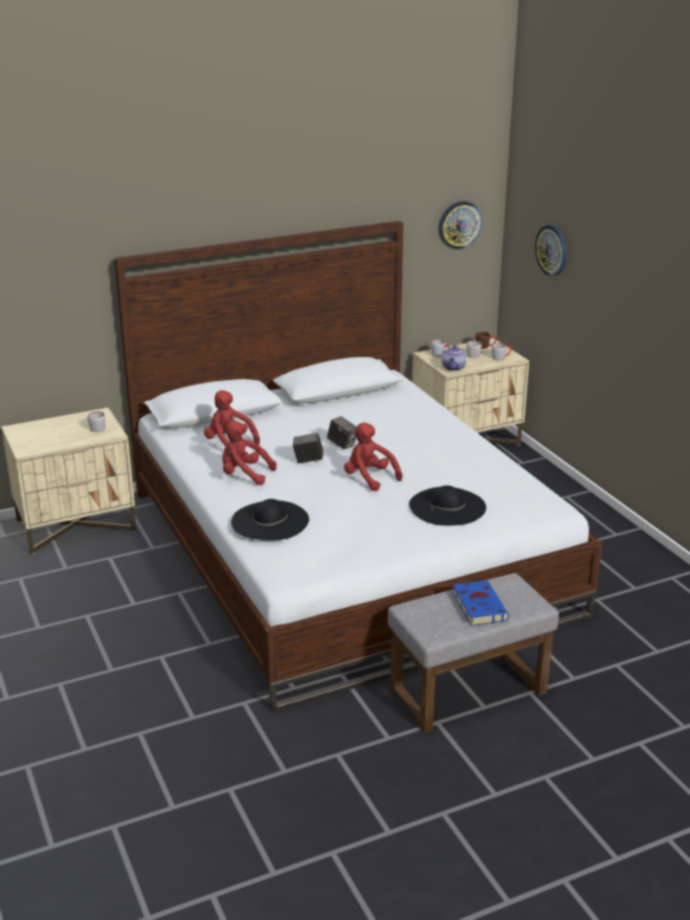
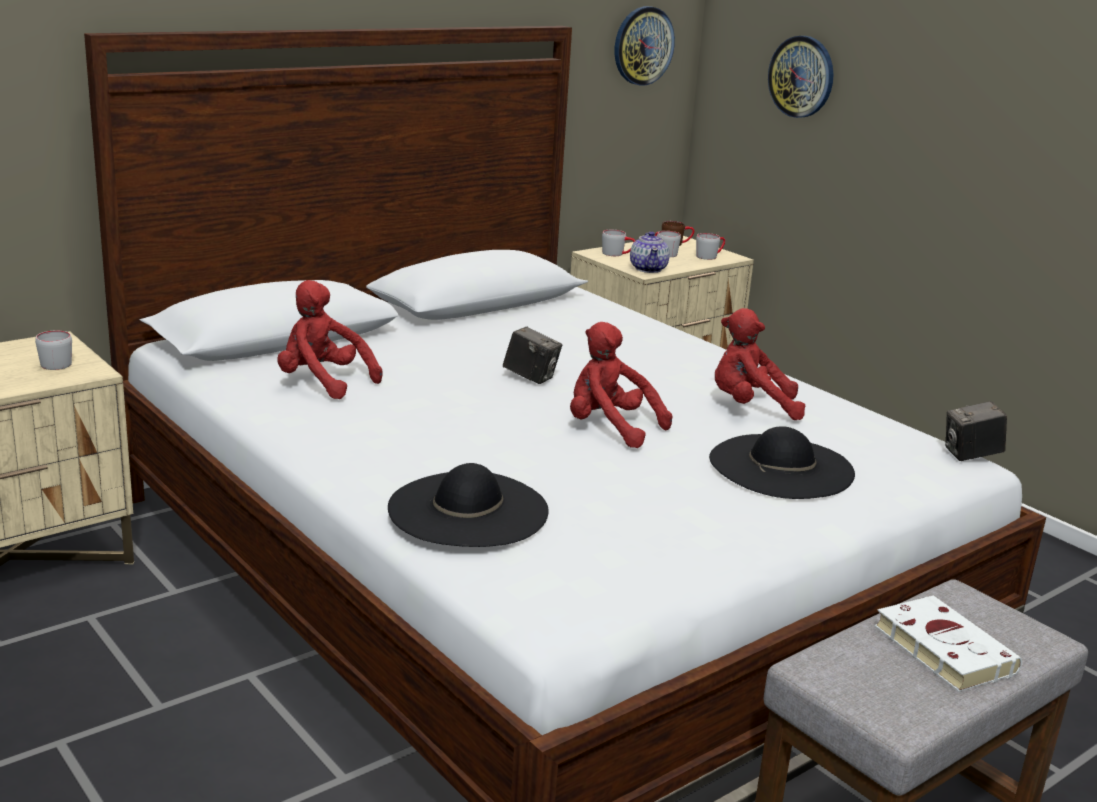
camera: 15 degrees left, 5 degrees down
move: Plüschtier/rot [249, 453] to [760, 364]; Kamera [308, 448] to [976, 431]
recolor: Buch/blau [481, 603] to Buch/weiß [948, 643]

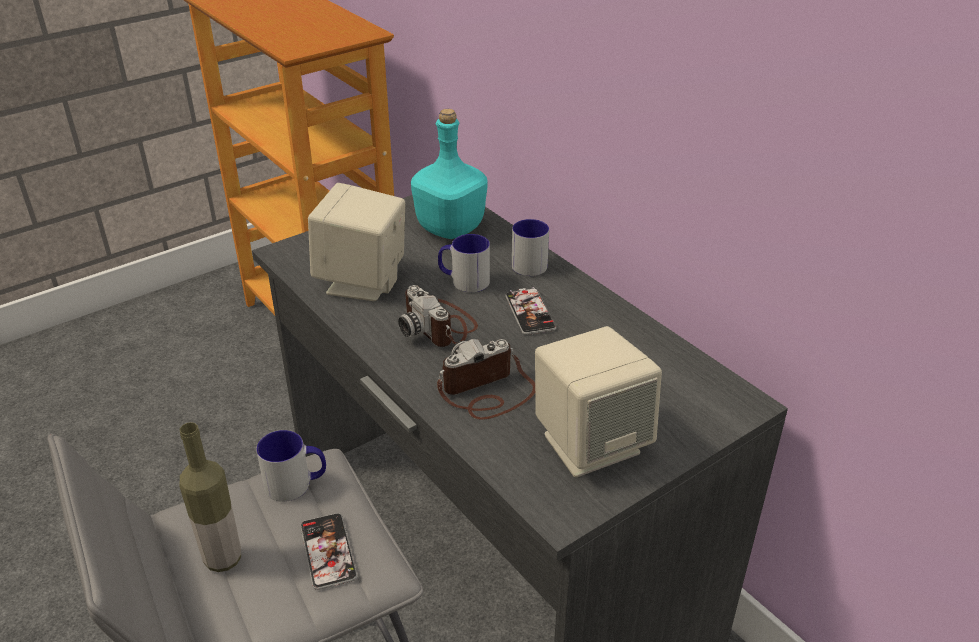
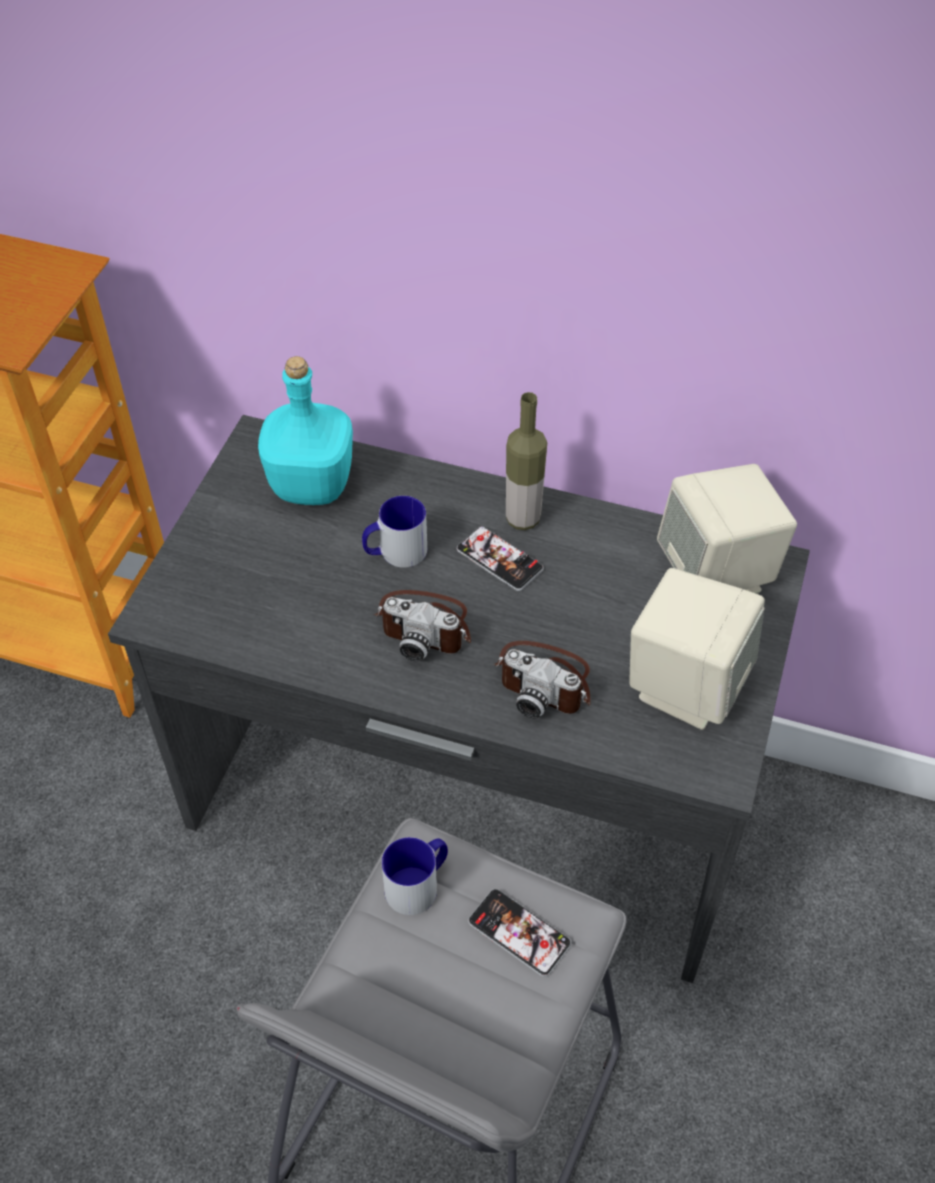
camera: 35 degrees left, 15 degrees up
delete: Henkelbecher [530, 247]
move: Flasche [210, 497] to [526, 461]; Lautsprecher/beige [356, 242] to [727, 529]
rotate: Kamera [486, 379] = [542, 679] 90 degrees counterclockwise

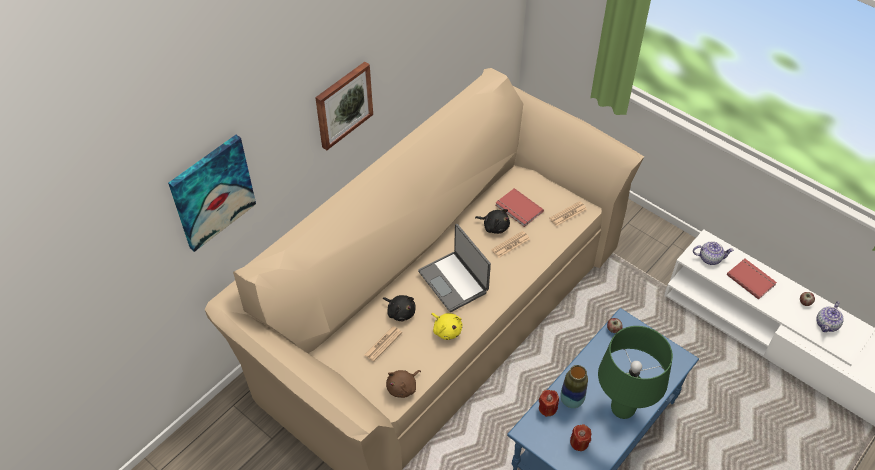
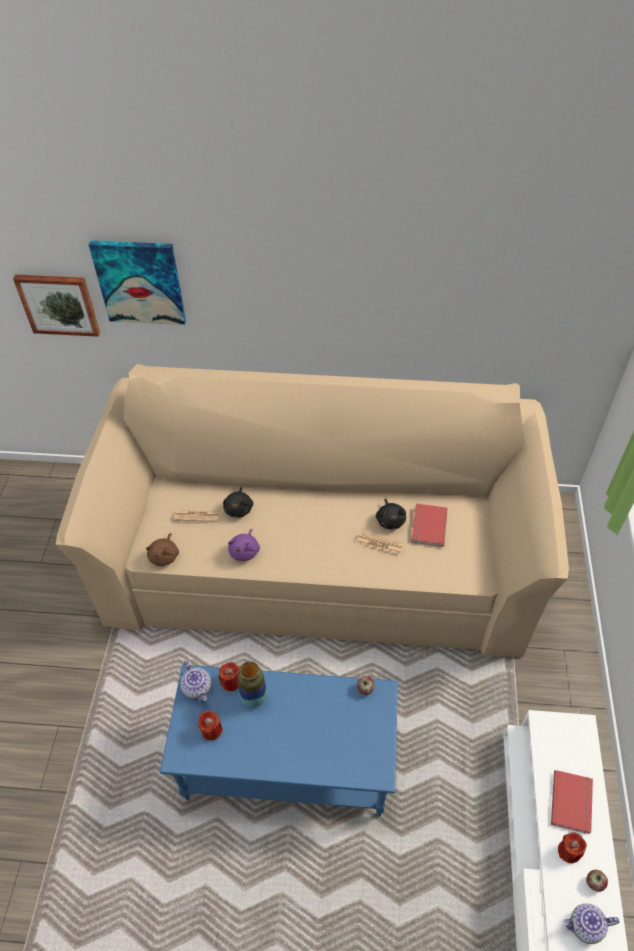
camera: 55 degrees right, 0 degrees up
delete: Laptop [454, 268]; Zeitung [568, 213]; Tischlampe/grün [635, 372]
insert: Kerze/rot [572, 847]
move: Bild [344, 106] to [56, 306]; Teekanne [713, 253] to [196, 681]
recolor: Plüschtier/gelb [446, 326] to Plüschtier/lila [244, 545]
rotate: Plüschtier/braun [403, 384] = [162, 549] 90 degrees counterclockwise

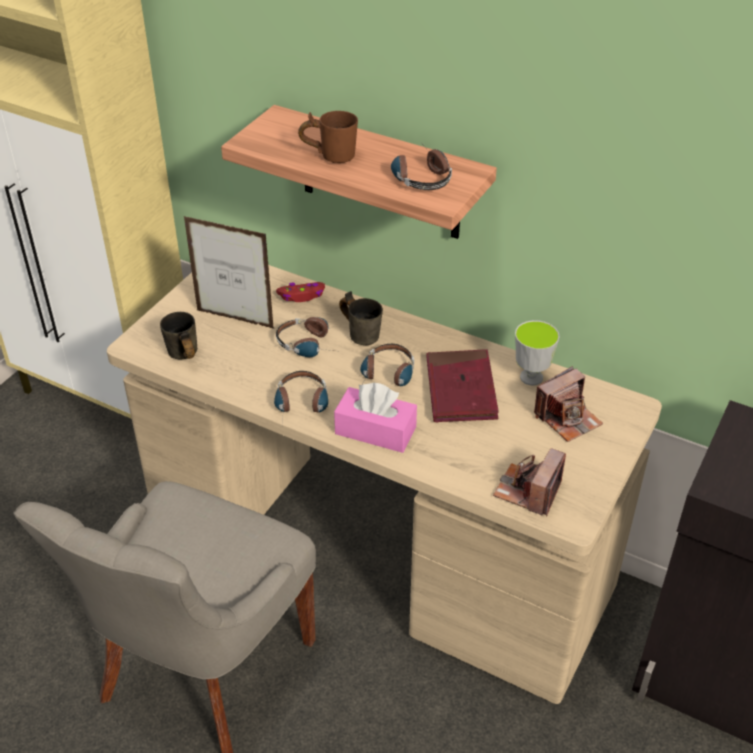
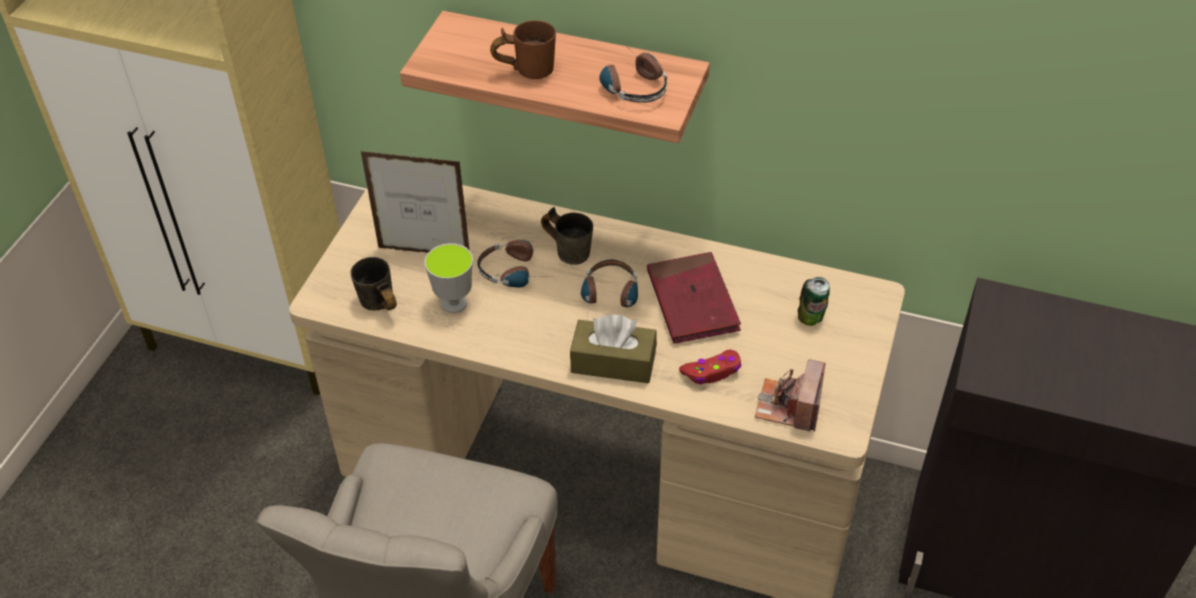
camera: 10 degrees left, 5 degrees up
delete: Kopfhörer [301, 398]
move: Gamepad/rot [300, 292] to [710, 367]; Tasse [537, 352] to [448, 278]
replace: Kamera [568, 404] to Dose [814, 301]
recolor: Taschentuchbox/rosa [375, 418] to Taschentuchbox/braun [613, 348]

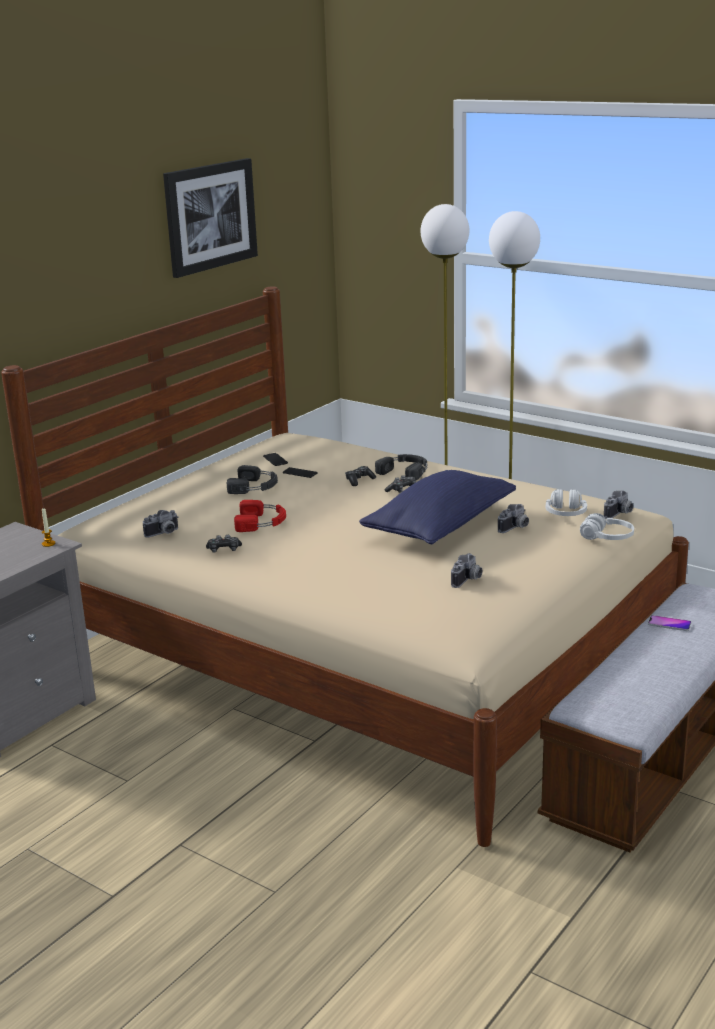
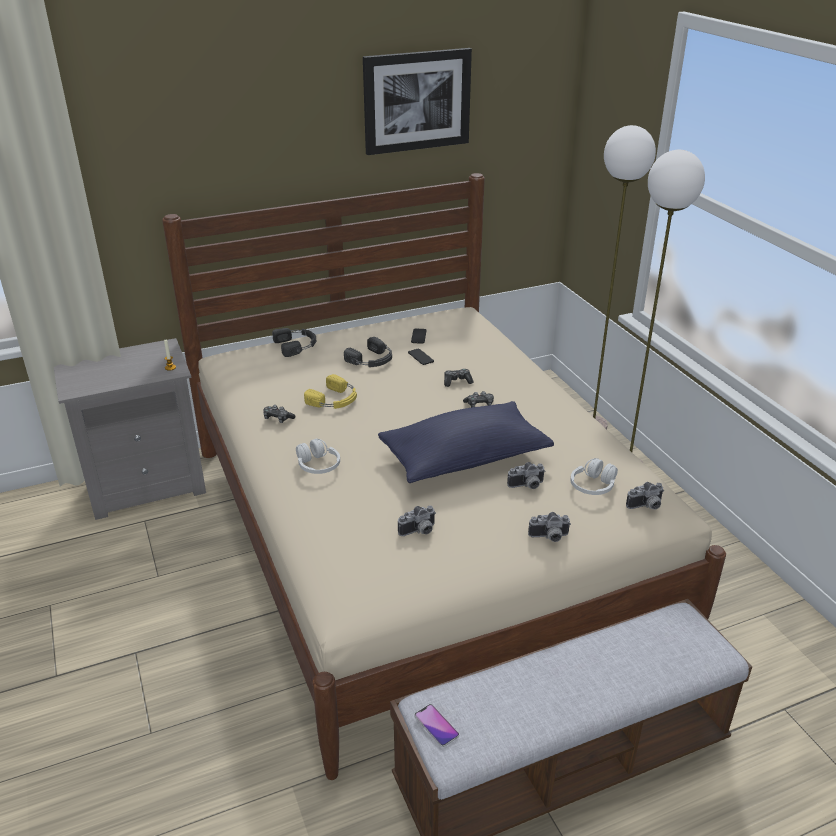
camera: 30 degrees right, 10 degrees up
move: Kamera [160, 524] to [549, 527]; Kopfhörer/schwarz [401, 467] to [294, 342]; Kopfhörer/weiß [607, 526] to [318, 456]; Handy [669, 623] to [436, 725]
recolor: Kopfhörer/rot [260, 516] to Kopfhörer/gelb [330, 391]

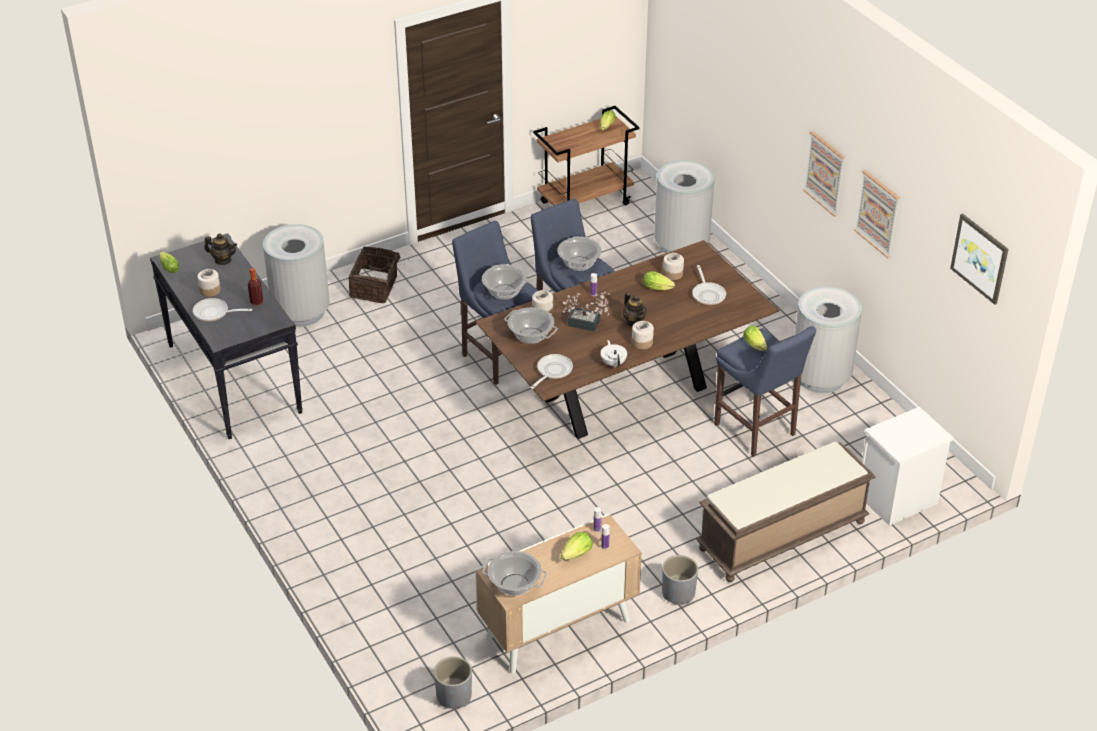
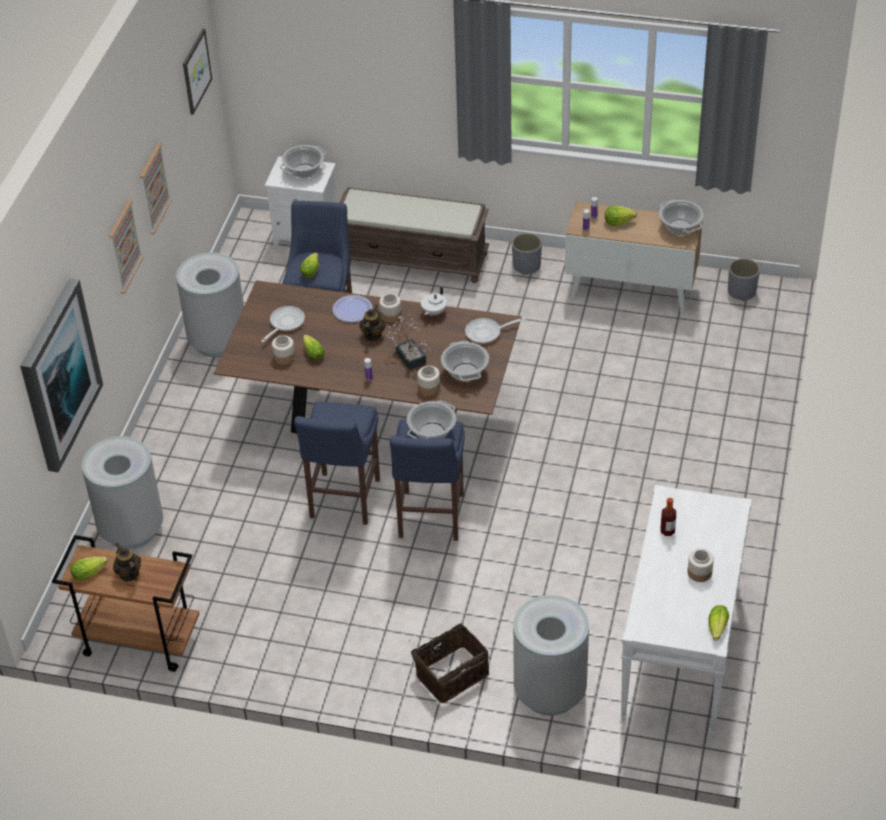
camera: 135 degrees left, 5 degrees up
delete: Pfanne [222, 310]
insert: Bild [61, 375]; Teller [352, 308]
move: Teekanne [220, 249] to [127, 562]; Kochtopf [579, 254] to [303, 161]
recolor: Konsolentisch/schwarz [226, 336] to Konsolentisch/weiß [686, 610]

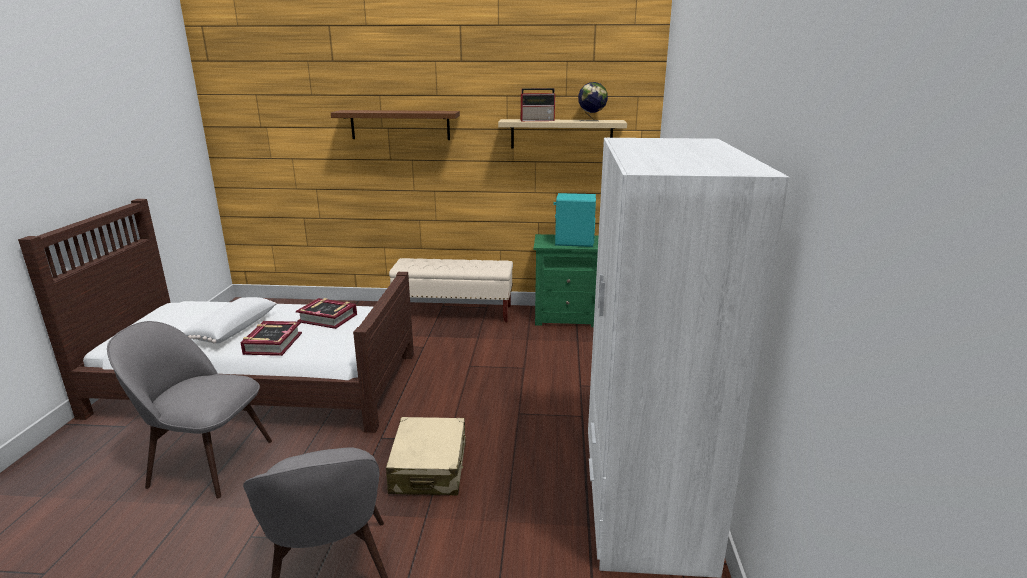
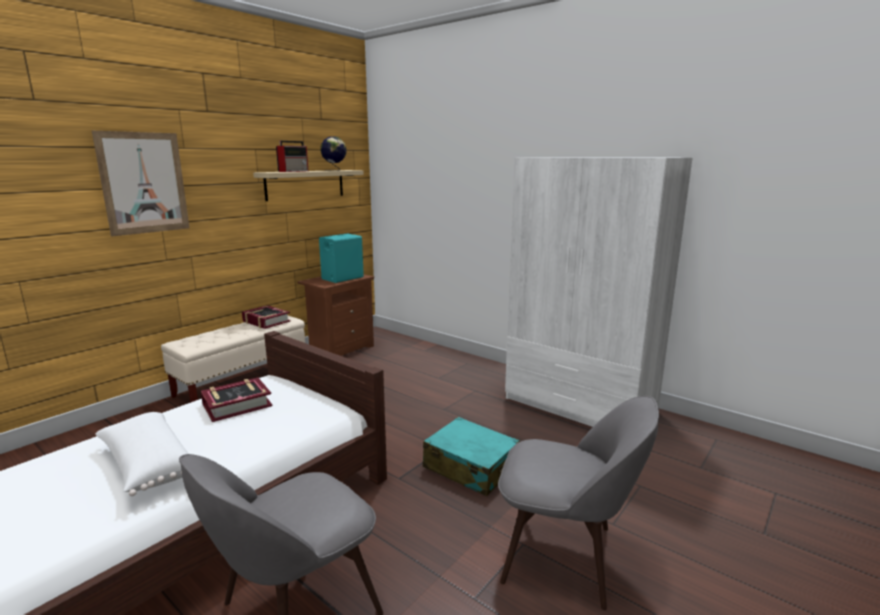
camera: 55 degrees left, 5 degrees down
move: Buch [271, 338] to [266, 317]
replace: Wandregal/braun [395, 125] to Bild [141, 183]
recolor: Koffer/beige [426, 456] to Koffer/türkis [471, 456]; Nachttisch/grün [566, 280] to Nachttisch/braun [335, 315]

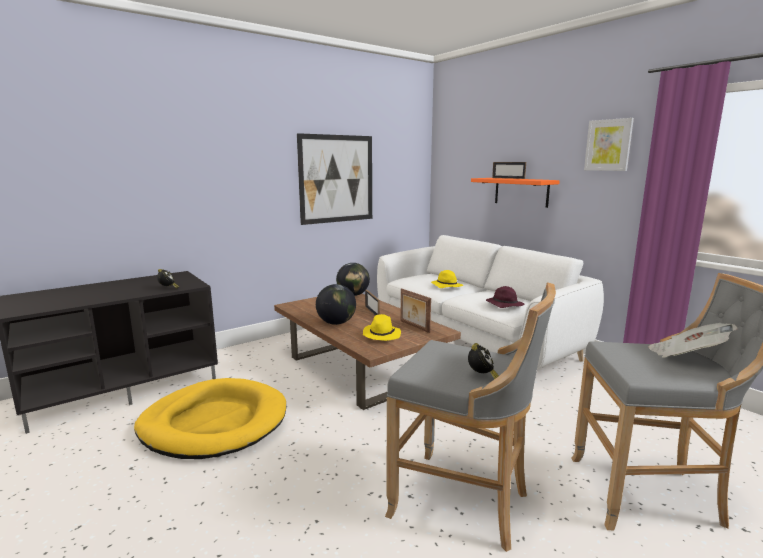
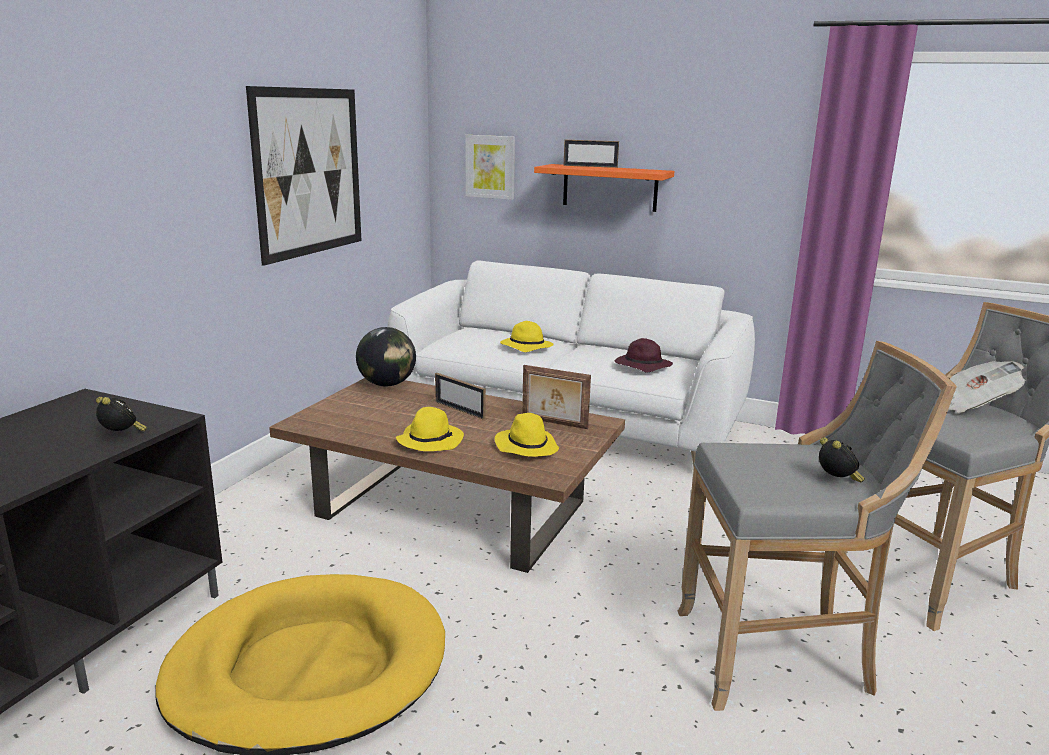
camera: 30 degrees left, 5 degrees up
move: Bild [609, 144] to [490, 167]
replace: Globus [336, 304] to Hut/gelb [430, 429]

